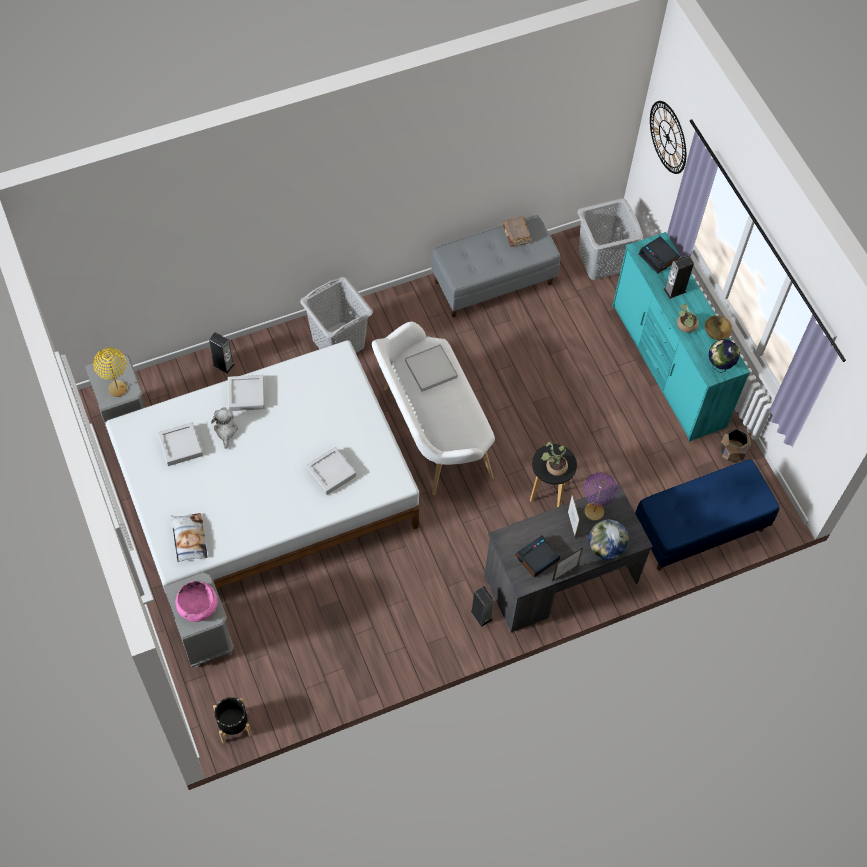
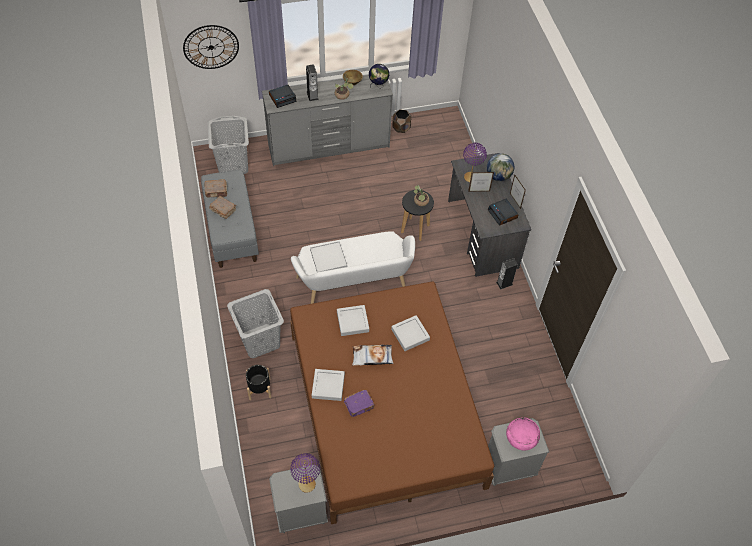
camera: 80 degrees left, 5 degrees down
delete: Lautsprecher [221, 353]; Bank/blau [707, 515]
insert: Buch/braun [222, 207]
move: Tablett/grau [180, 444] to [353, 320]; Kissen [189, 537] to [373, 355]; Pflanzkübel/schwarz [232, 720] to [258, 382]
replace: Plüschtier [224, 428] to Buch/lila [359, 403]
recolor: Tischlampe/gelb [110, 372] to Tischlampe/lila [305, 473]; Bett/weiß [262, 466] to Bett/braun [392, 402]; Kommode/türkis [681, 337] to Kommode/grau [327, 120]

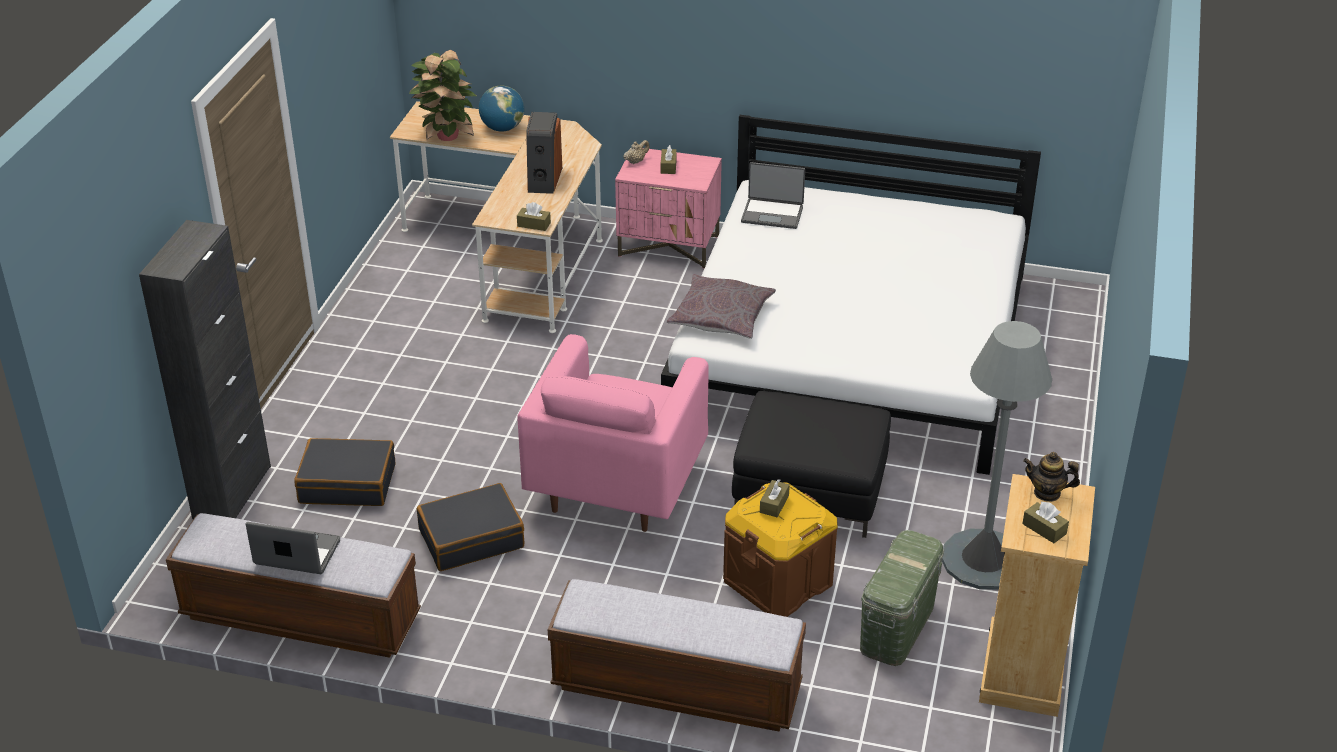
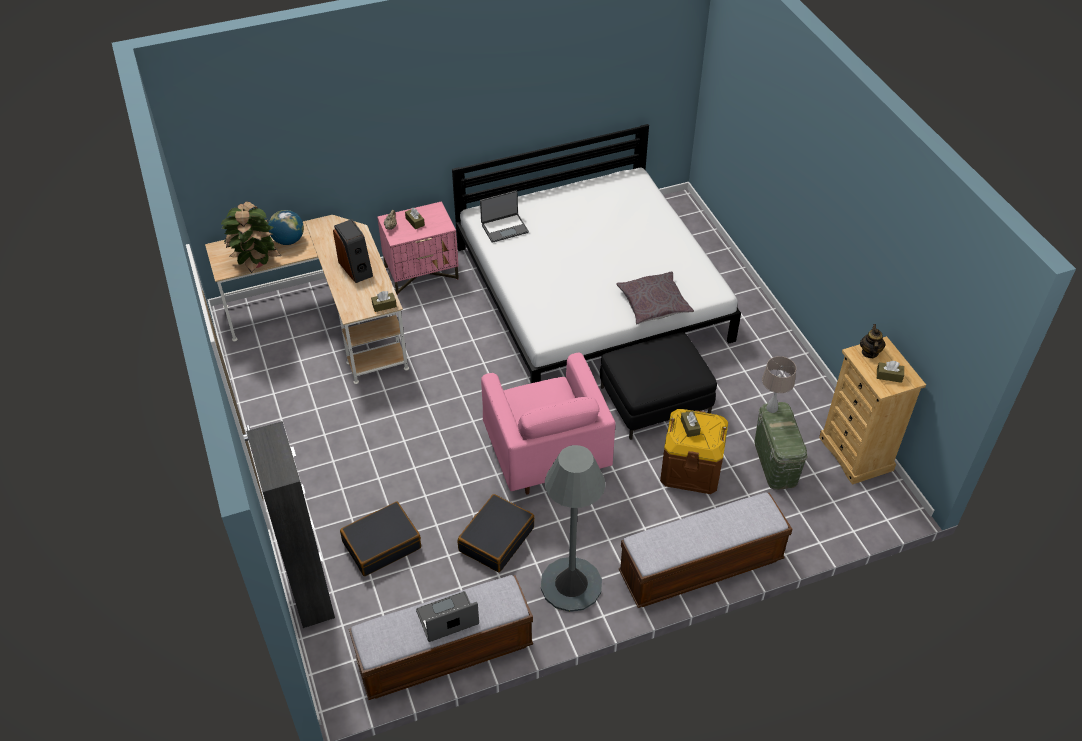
camera: 35 degrees left, 10 degrees up
insert: Tischlampe/beige [779, 384]
move: Kissen/grau [721, 306] to [655, 297]; Stehlampe/grau [997, 455] to [573, 528]
rotate: Teekanne [1051, 477] = [873, 341] 120 degrees clockwise

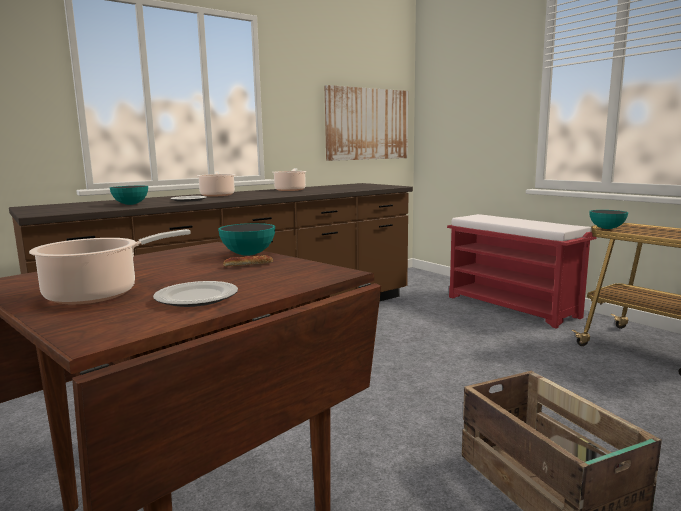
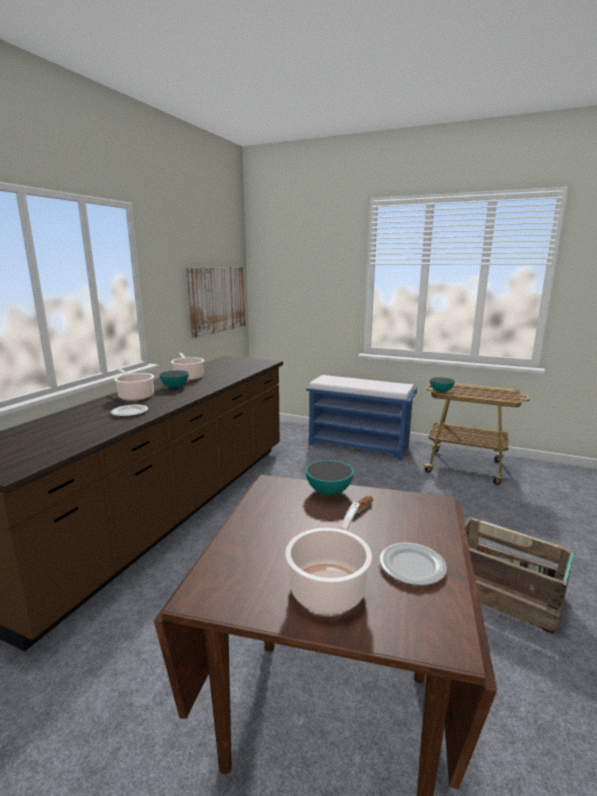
camera: 30 degrees left, 5 degrees up
move: Schüssel [129, 195] to [174, 379]
recolor: Bank/rot [522, 271] to Bank/blau [361, 417]

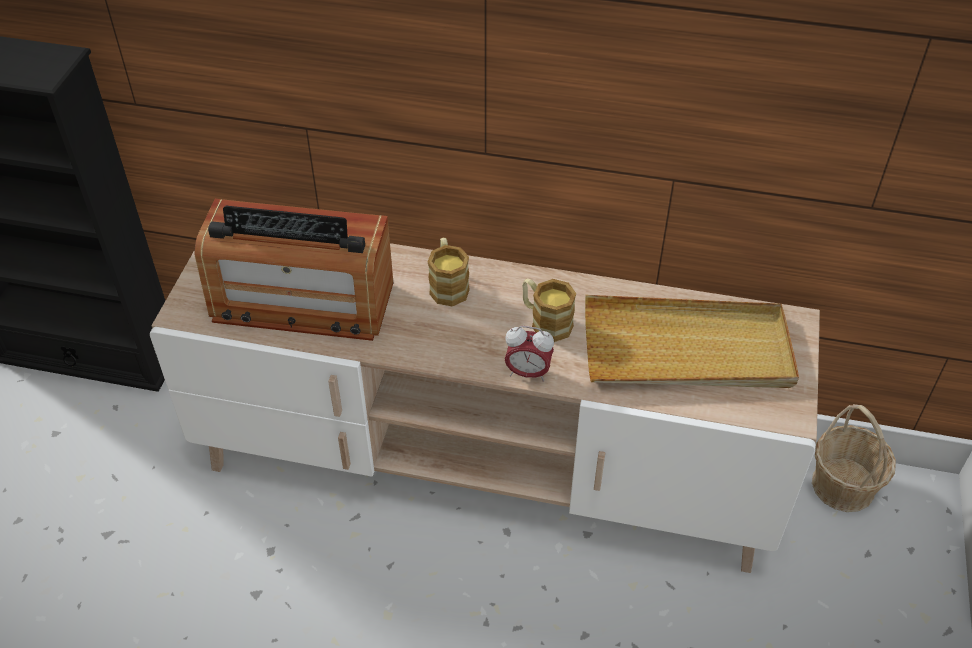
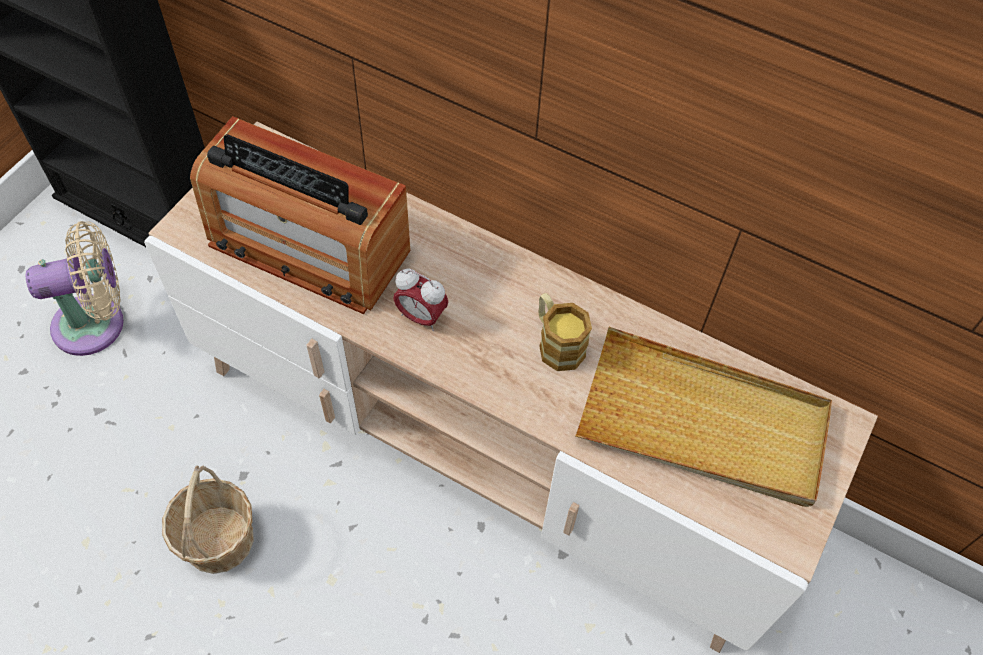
camera: 15 degrees right, 10 degrees up
delete: Henkelbecher [449, 272]
insert: Ventilator/beige [74, 288]
move: Wecker [529, 354] to [420, 299]; Korb [854, 458] to [208, 519]

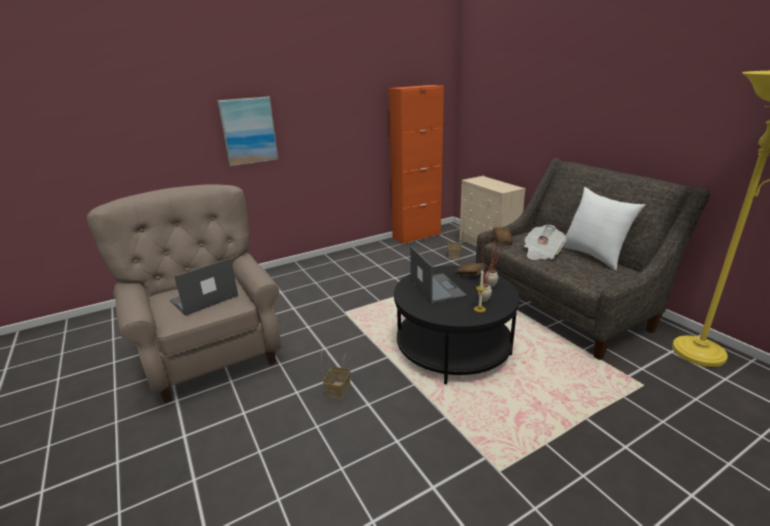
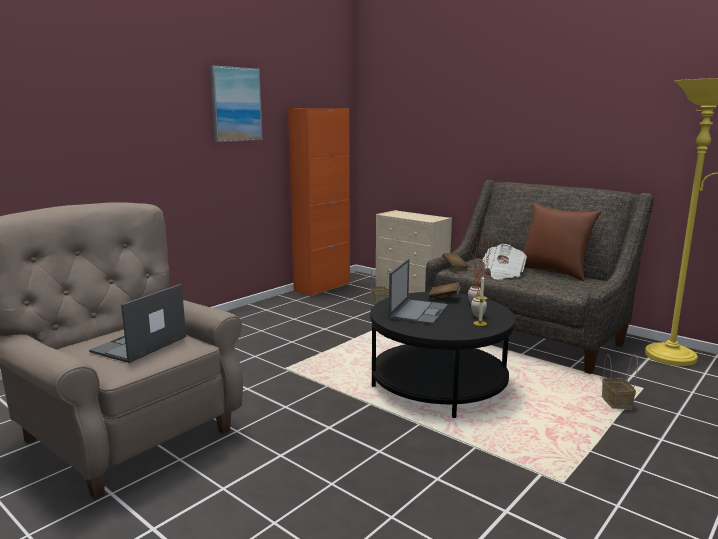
camera: 20 degrees left, 10 degrees down
move: Bild [248, 131] to [236, 104]; Korb [335, 375] to [620, 382]
recolor: Kissen/weiß [604, 229] to Kissen/braun [561, 241]
rotate: Laptop [438, 275] = [418, 292] 60 degrees clockwise

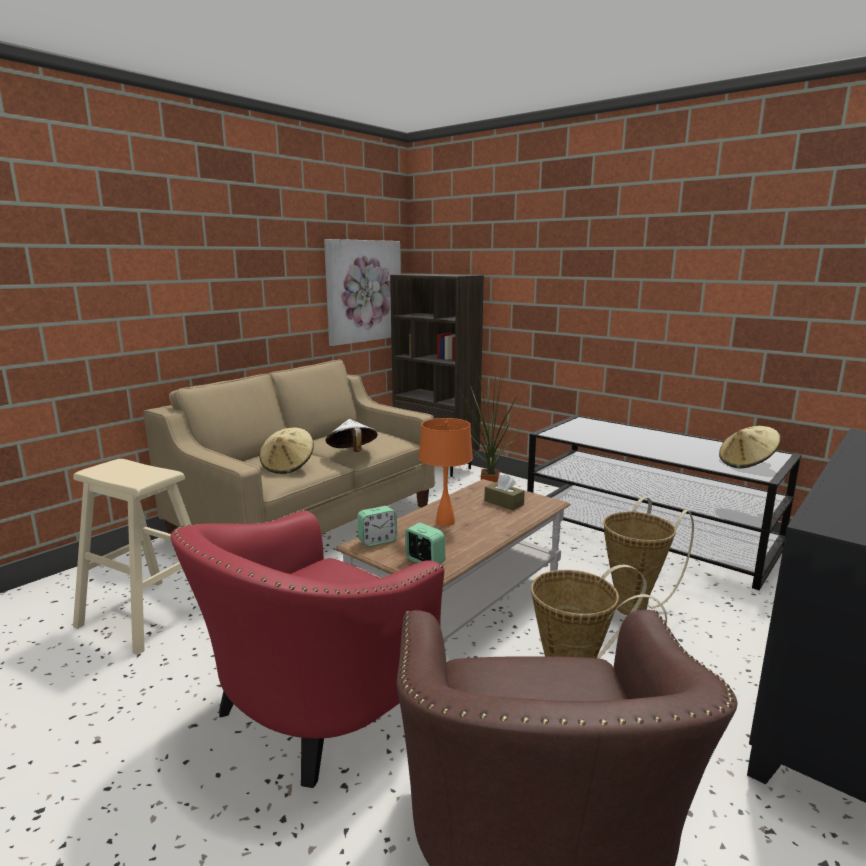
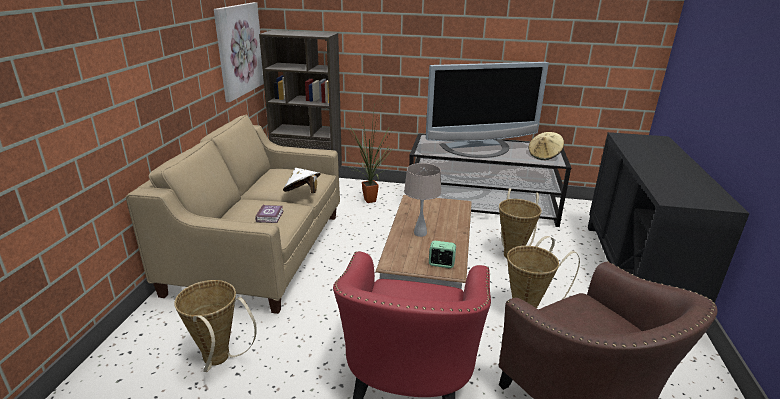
camera: 30 degrees left, 10 degrees up
delete: Wecker [377, 526]; Taschentuchbox/braun [504, 492]
insert: Fernseher [487, 110]
replace: Hocker/beige [132, 557] to Korb [215, 326]; Hut/beige [286, 451] to Buch [269, 213]
recolor: Tischlampe/orange [446, 472] to Tischlampe/beige [422, 200]

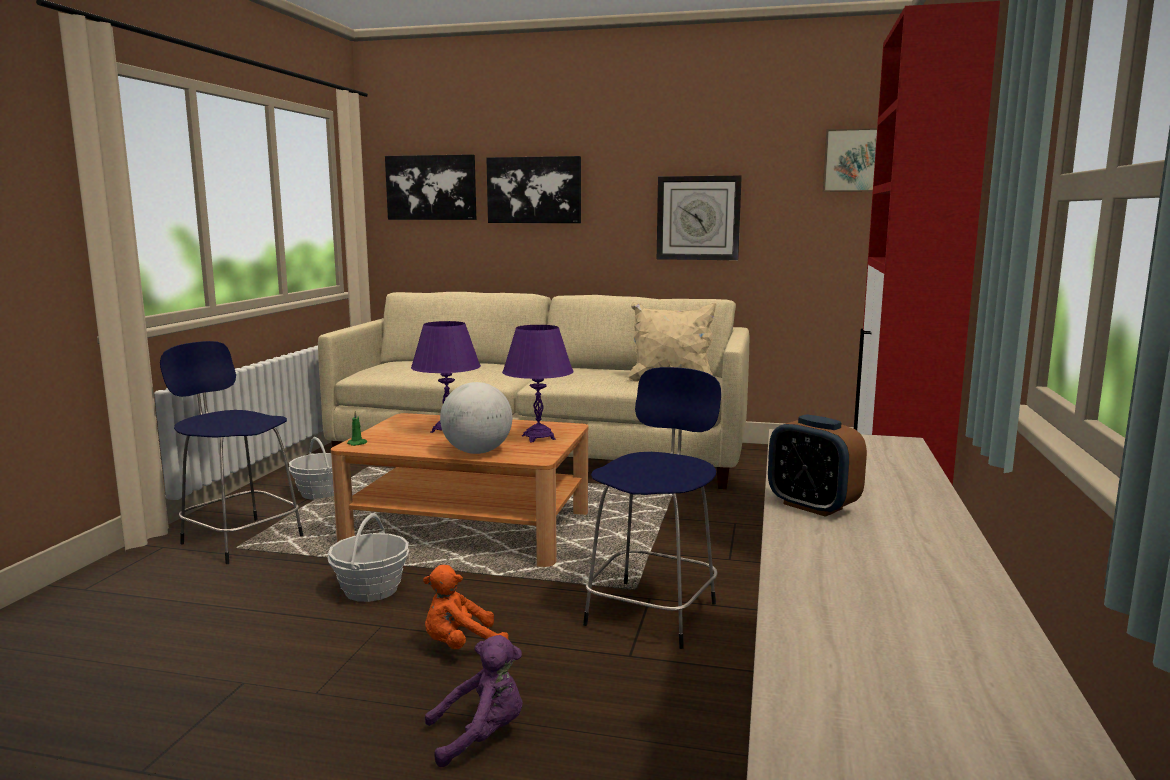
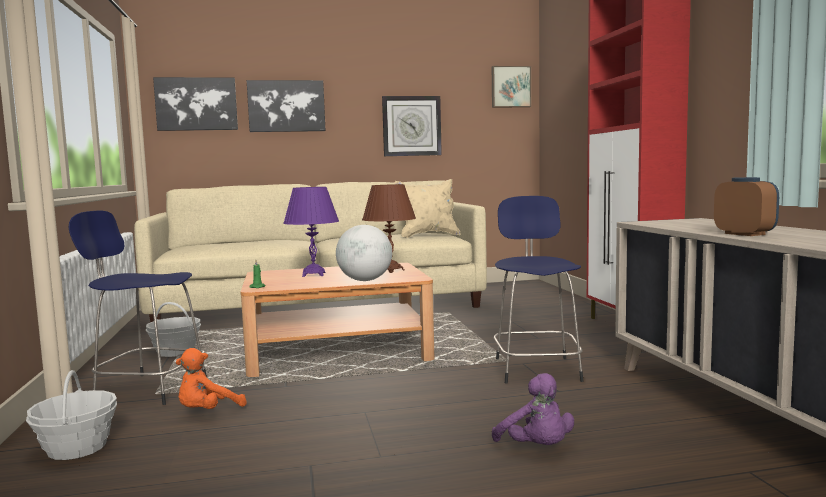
camera: 25 degrees left, 5 degrees down
move: Korb [368, 558] to [71, 415]; Plüschtier/orange [466, 607] to [211, 378]
recolor: Tischlampe/lila [537, 383] to Tischlampe/braun [389, 228]
rotate: Plüschtier/lila [474, 701] = [533, 409] 105 degrees clockwise; Wecker [817, 465] = [746, 206] 135 degrees counterclockwise

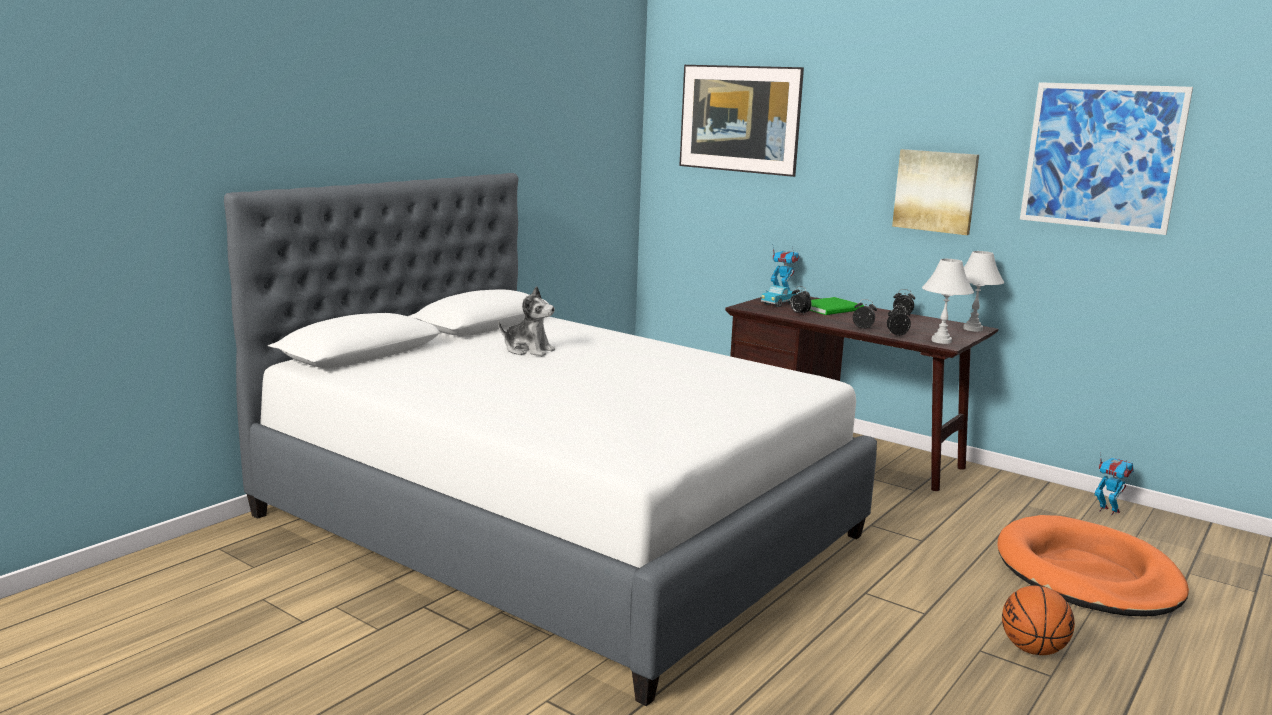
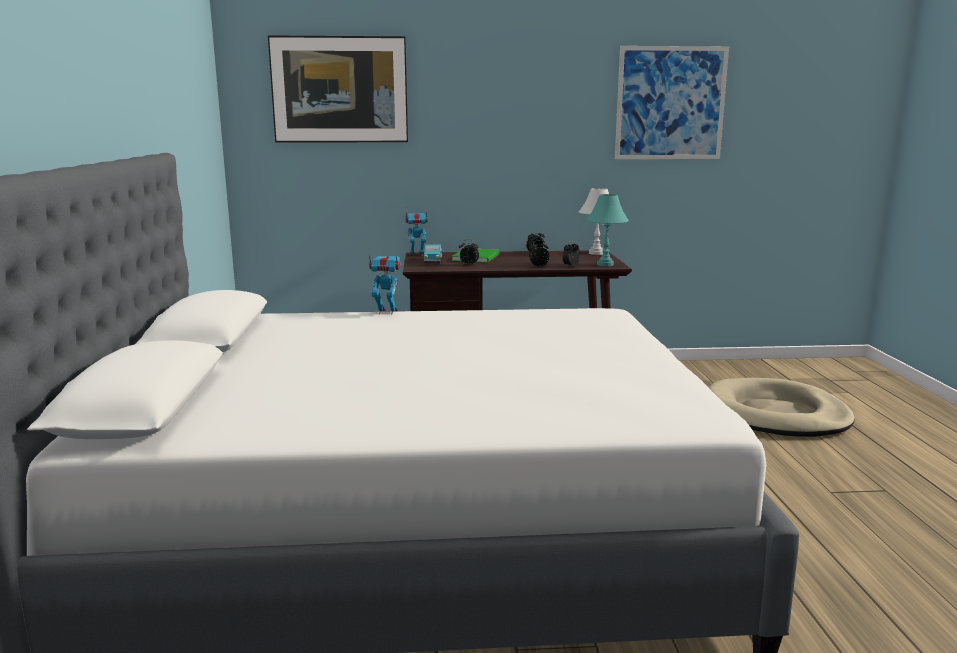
camera: 40 degrees left, 0 degrees up
delete: Plüschtier [526, 321]; Bild [935, 192]; Basketball [1038, 620]
move: Spielzeugroboter [1114, 483] to [385, 282]
recolor: Tischlampe/weiß [948, 301] to Tischlampe/türkis [607, 230]; Hundebett/orange [1093, 565] to Hundebett/beige [782, 407]

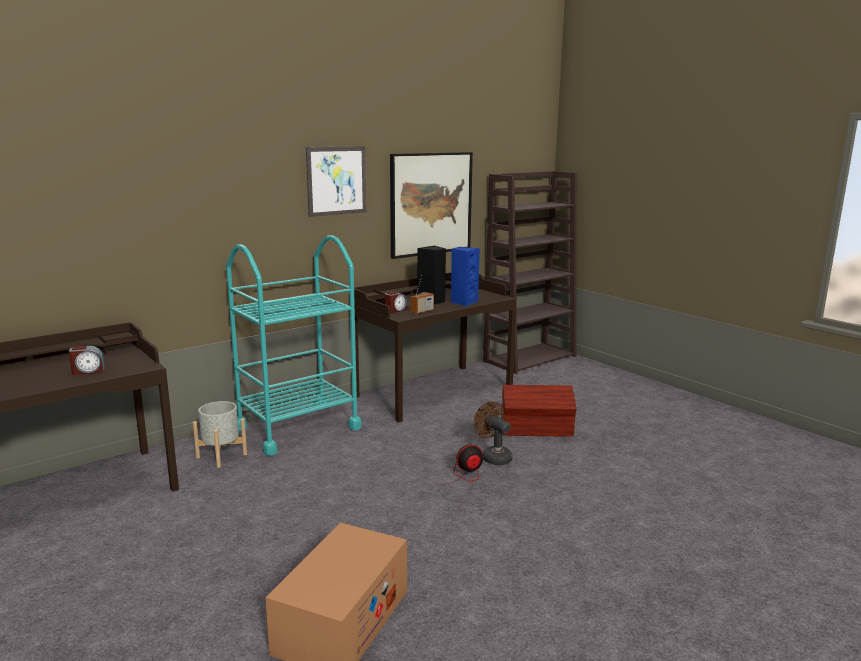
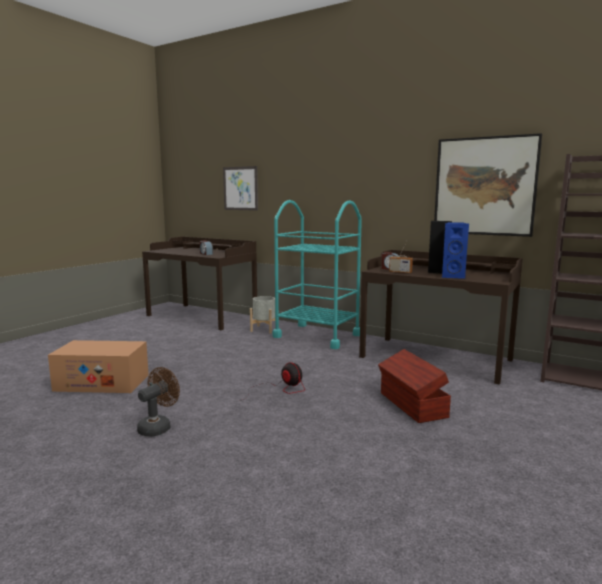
camera: 70 degrees right, 5 degrees down
move: Bild [336, 181] to [240, 188]; Ventilator/braun [493, 433] to [158, 402]

